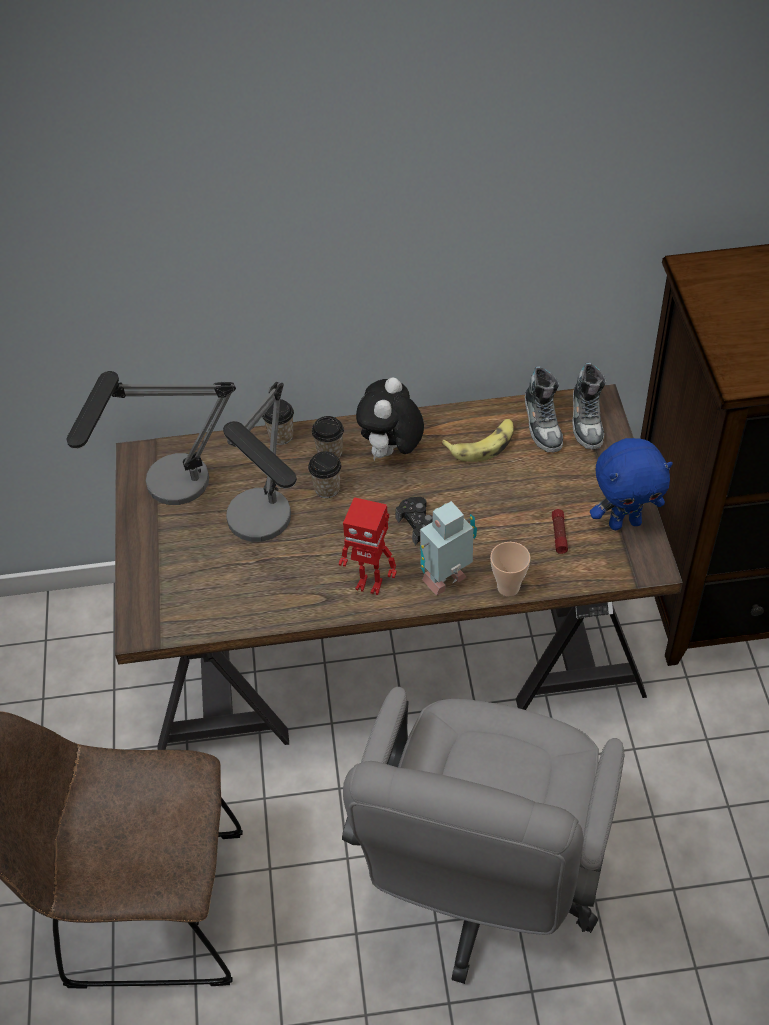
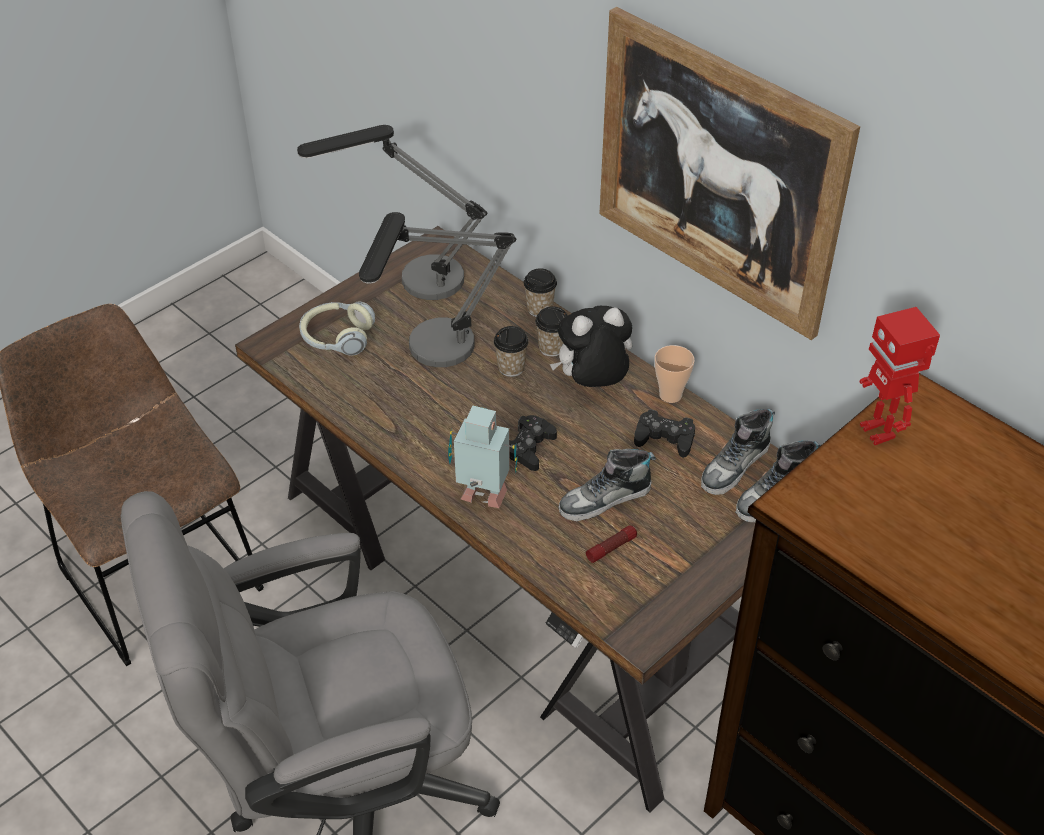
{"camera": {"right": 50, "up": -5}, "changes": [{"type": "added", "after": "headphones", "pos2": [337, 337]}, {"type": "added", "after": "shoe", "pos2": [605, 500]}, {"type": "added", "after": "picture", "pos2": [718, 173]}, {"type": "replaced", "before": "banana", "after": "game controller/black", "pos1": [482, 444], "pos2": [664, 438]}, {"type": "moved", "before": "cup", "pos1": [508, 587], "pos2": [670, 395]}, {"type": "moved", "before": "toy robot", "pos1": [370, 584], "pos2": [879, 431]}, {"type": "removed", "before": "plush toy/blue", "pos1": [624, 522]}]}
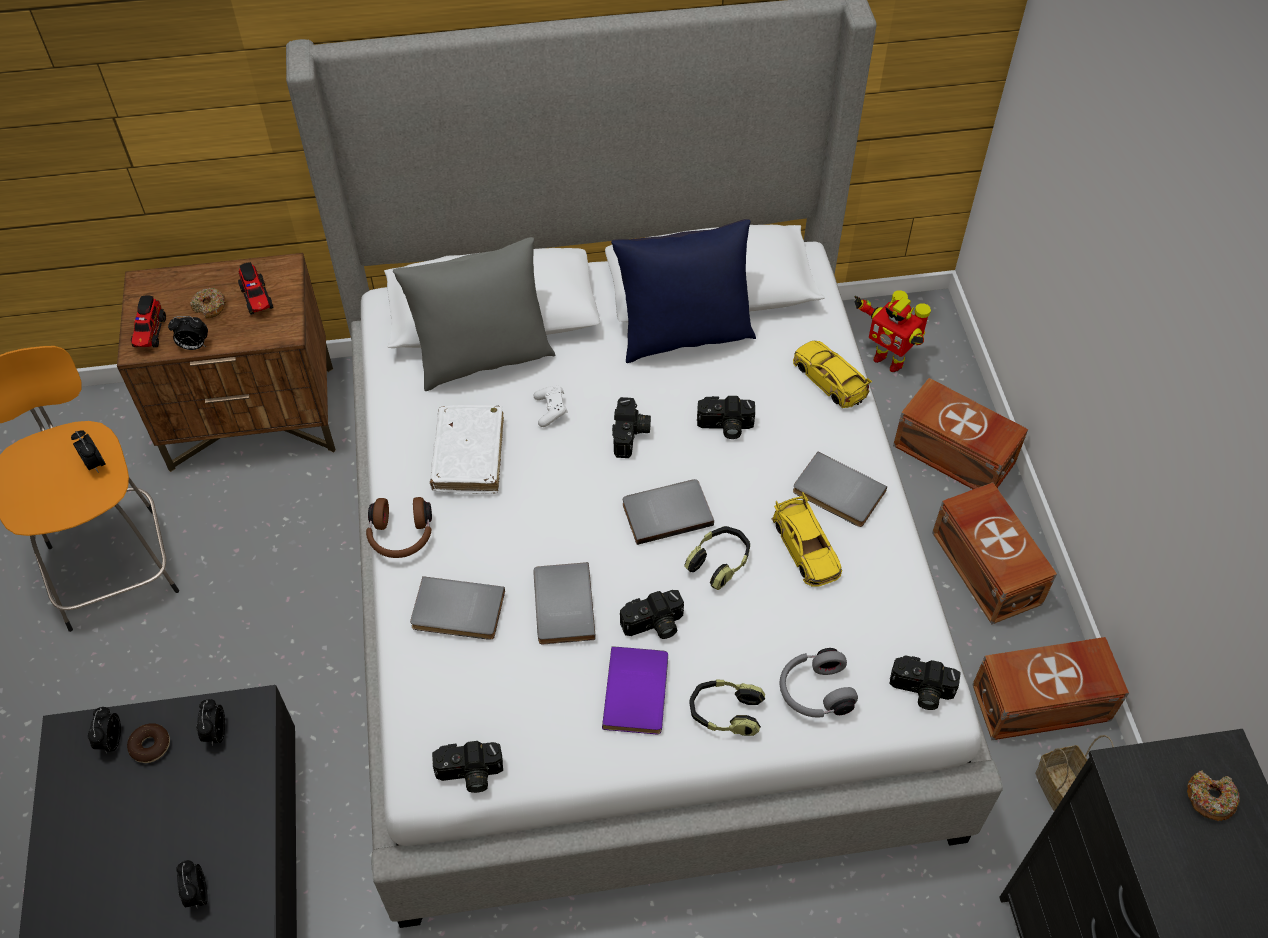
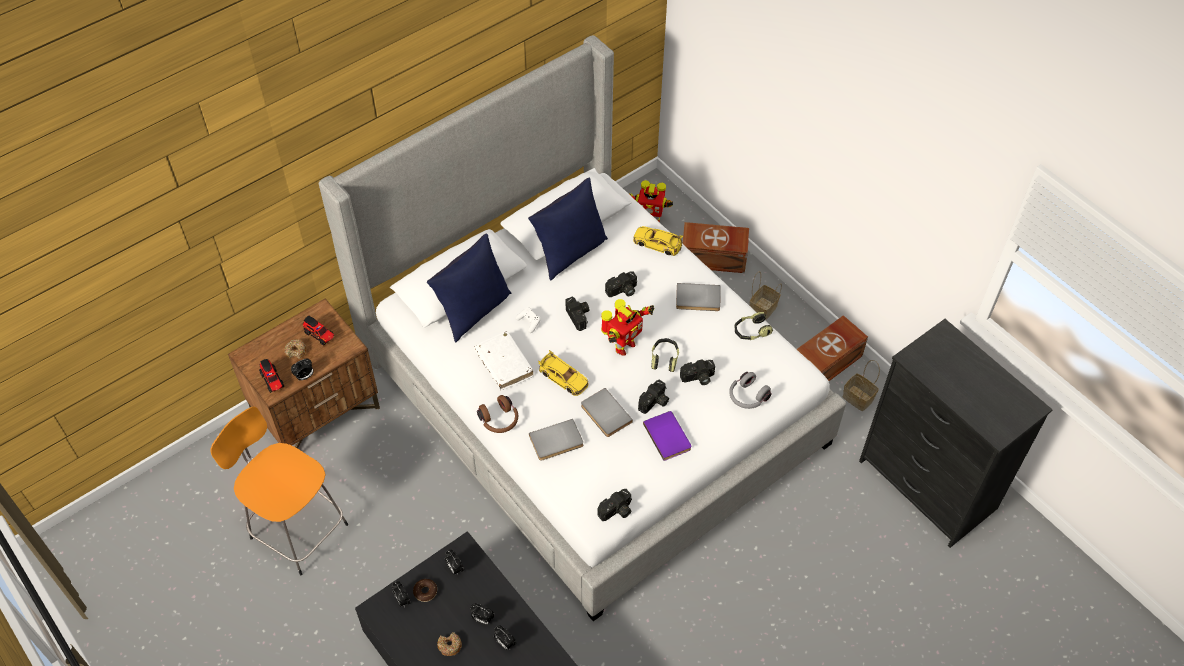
{"camera": {"right": -30, "up": 0}, "changes": [{"type": "recoloured", "before": "pillow/grey", "after": "pillow/blue", "pos1": [483, 358], "pos2": [473, 311]}, {"type": "moved", "before": "donut", "pos1": [1209, 799], "pos2": [449, 646]}, {"type": "moved", "before": "alarm clock", "pos1": [94, 464], "pos2": [482, 619]}, {"type": "moved", "before": "toy car/yellow", "pos1": [806, 547], "pos2": [563, 377]}, {"type": "replaced", "before": "book/grey", "after": "toy robot", "pos1": [666, 511], "pos2": [623, 346]}, {"type": "moved", "before": "photo camera", "pos1": [921, 691], "pos2": [698, 378]}, {"type": "moved", "before": "headphones", "pos1": [725, 713], "pos2": [751, 331]}, {"type": "replaced", "before": "storage box/brown", "after": "basket", "pos1": [986, 566], "pos2": [763, 308]}]}
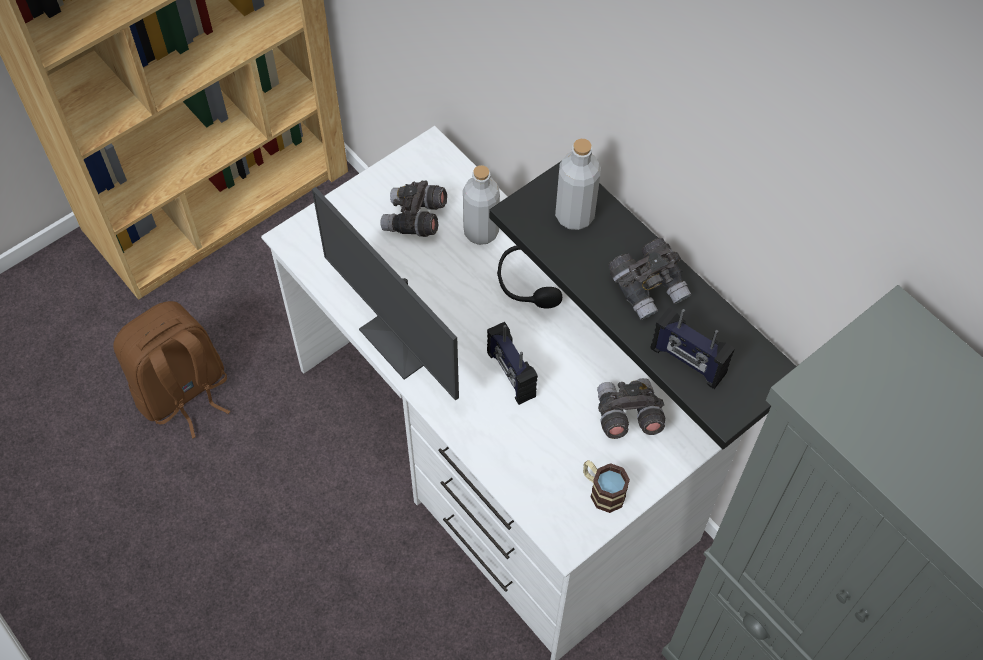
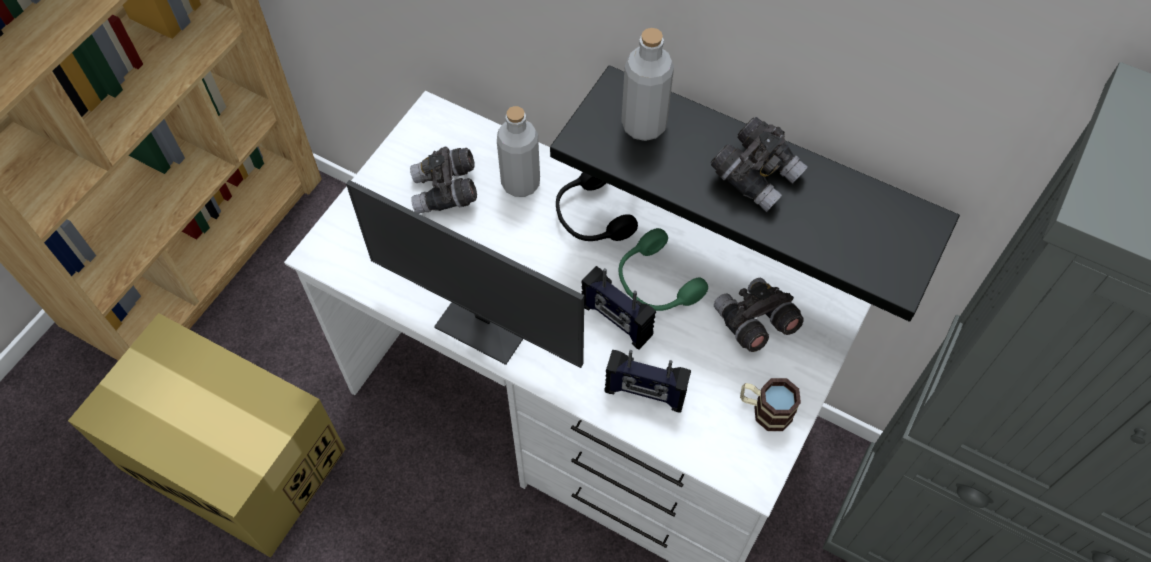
{"camera": {"right": -20, "up": 0}, "changes": [{"type": "replaced", "before": "backpack/brown", "after": "cardboard box", "pos1": [183, 393], "pos2": [233, 459]}, {"type": "moved", "before": "radio", "pos1": [687, 362], "pos2": [645, 393]}, {"type": "added", "after": "headphones/green", "pos2": [655, 283]}]}
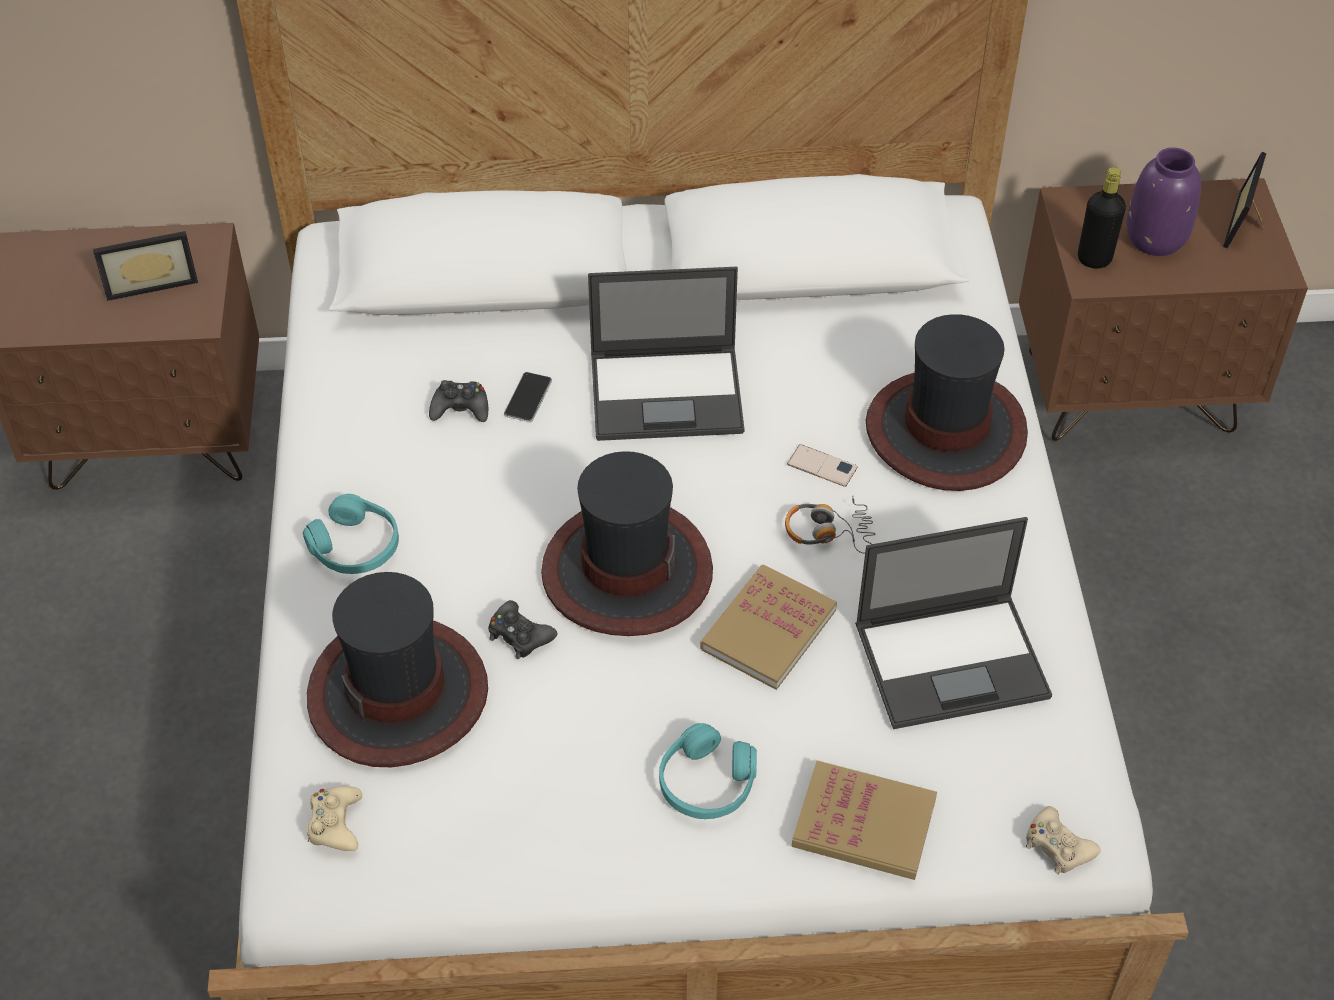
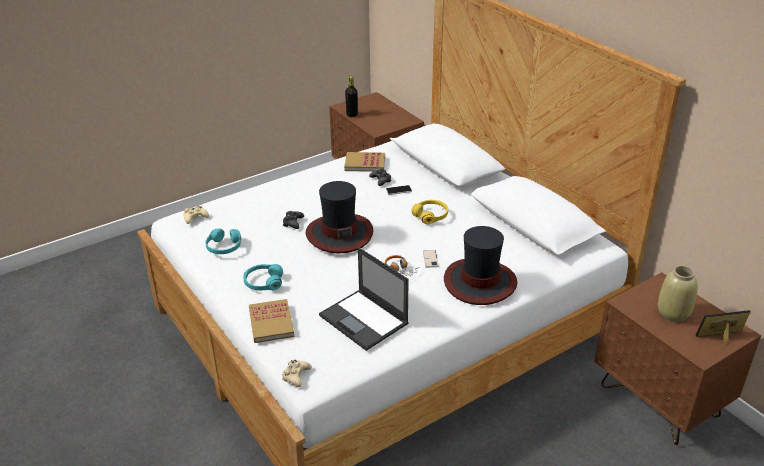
{"camera": {"right": 60, "up": -15}, "changes": [{"type": "moved", "before": "headphones/turquoise", "pos1": [355, 546], "pos2": [224, 247]}, {"type": "moved", "before": "book", "pos1": [768, 630], "pos2": [365, 163]}, {"type": "moved", "before": "bottle/black", "pos1": [1094, 259], "pos2": [352, 114]}, {"type": "replaced", "before": "laptop", "after": "headphones/yellow", "pos1": [668, 393], "pos2": [431, 215]}, {"type": "recoloured", "before": "vase/purple", "after": "vase/beige", "pos1": [1156, 239], "pos2": [673, 313]}, {"type": "removed", "before": "picture frame", "pos1": [151, 281]}, {"type": "removed", "before": "hat", "pos1": [398, 692]}]}
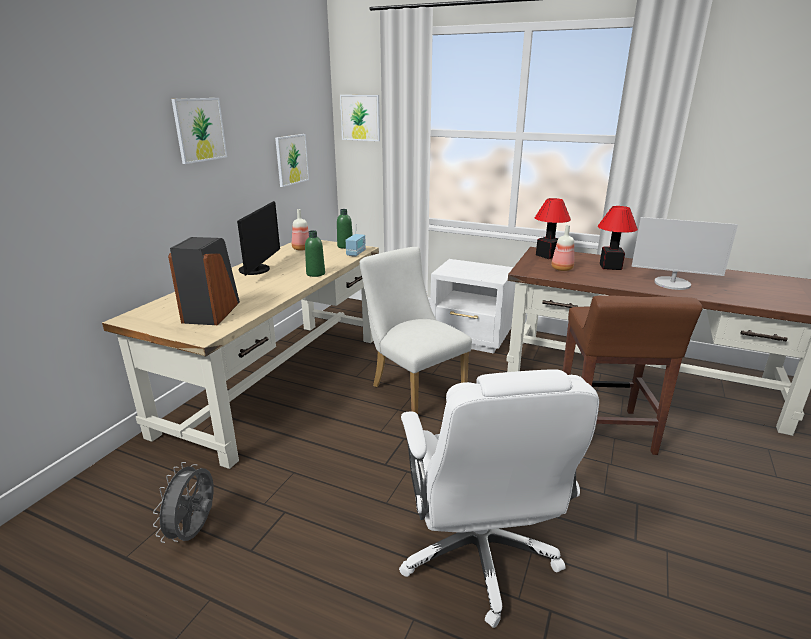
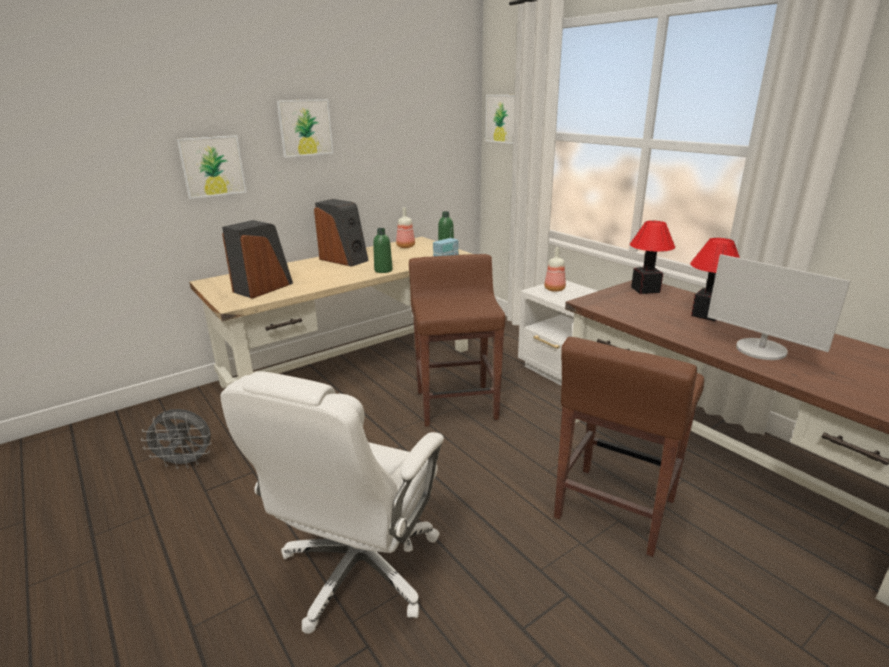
{"camera": {"right": 30, "up": 0}, "changes": [{"type": "turned", "before": "fan/grey", "pos1": [195, 532], "pos2": [186, 462], "turn": -135}, {"type": "moved", "before": "picture", "pos1": [291, 159], "pos2": [212, 166]}, {"type": "replaced", "before": "monitor", "after": "speaker", "pos1": [258, 270], "pos2": [344, 259]}, {"type": "replaced", "before": "chair/white", "after": "stool/brown", "pos1": [413, 388], "pos2": [456, 404]}, {"type": "moved", "before": "bottle", "pos1": [561, 269], "pos2": [554, 289]}]}
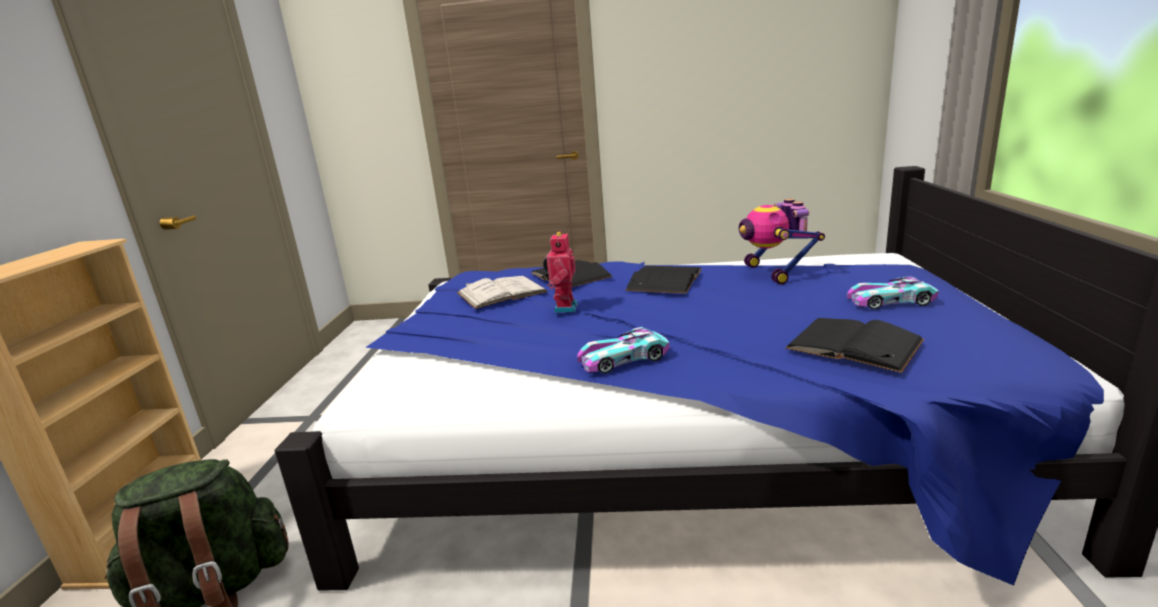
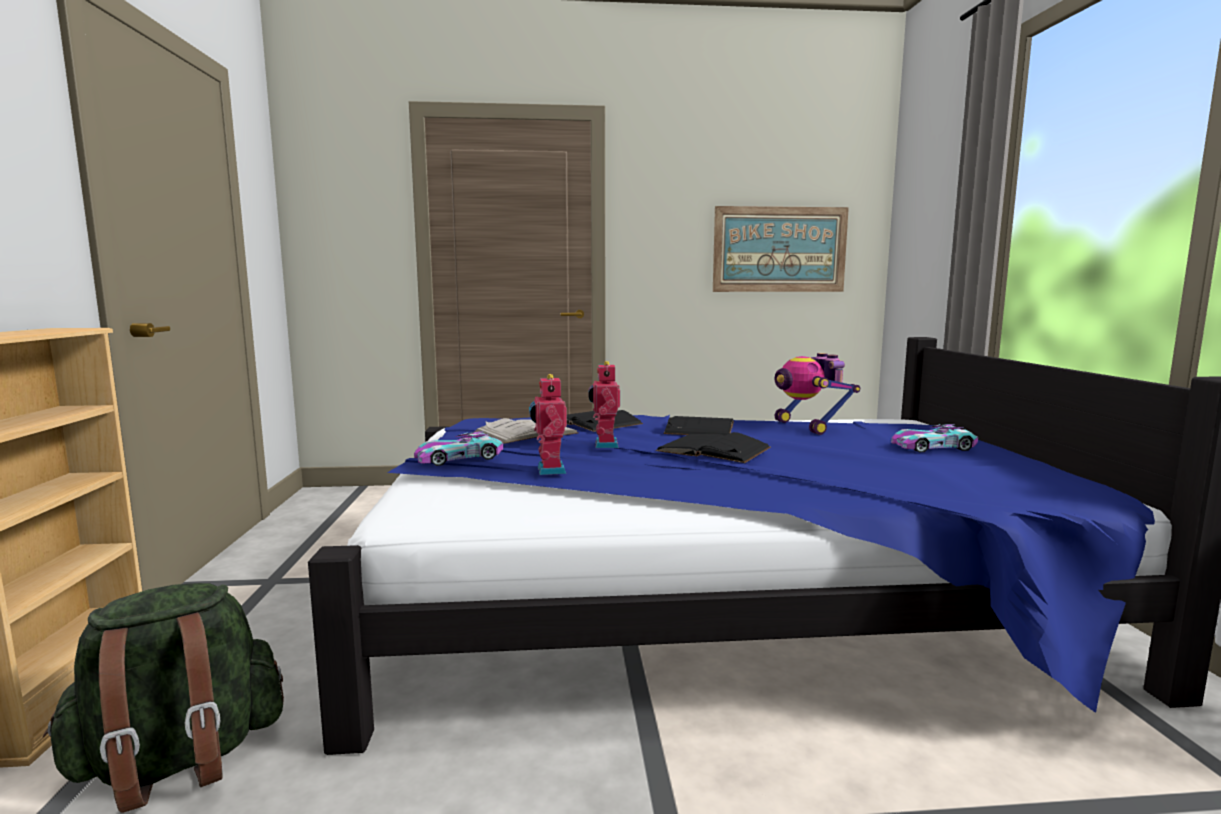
{"camera": {"right": -10, "up": -10}, "changes": [{"type": "moved", "before": "toy car", "pos1": [623, 359], "pos2": [459, 458]}, {"type": "added", "after": "toy robot", "pos2": [548, 470]}, {"type": "moved", "before": "book/black", "pos1": [854, 344], "pos2": [713, 449]}, {"type": "added", "after": "picture", "pos2": [779, 249]}]}
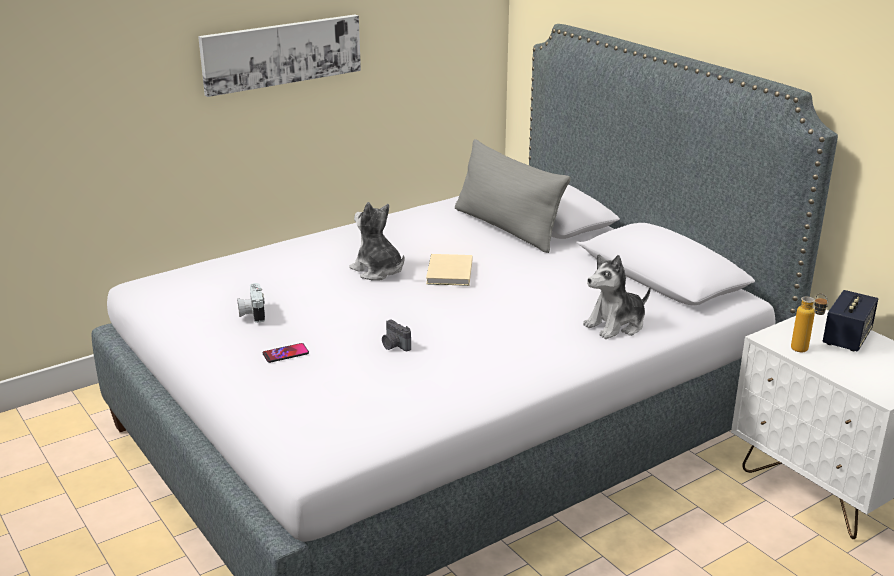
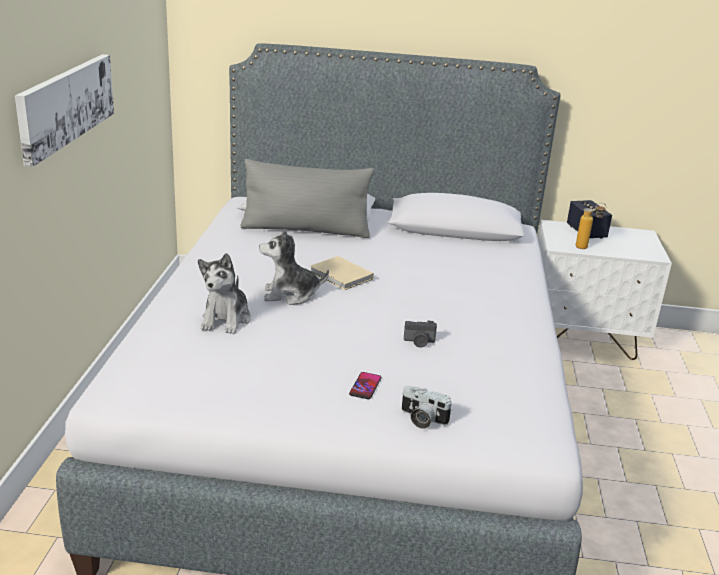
{"camera": {"right": -50, "up": 0}, "changes": [{"type": "moved", "before": "plush toy", "pos1": [616, 325], "pos2": [226, 319]}, {"type": "moved", "before": "photo camera", "pos1": [252, 313], "pos2": [422, 419]}]}
